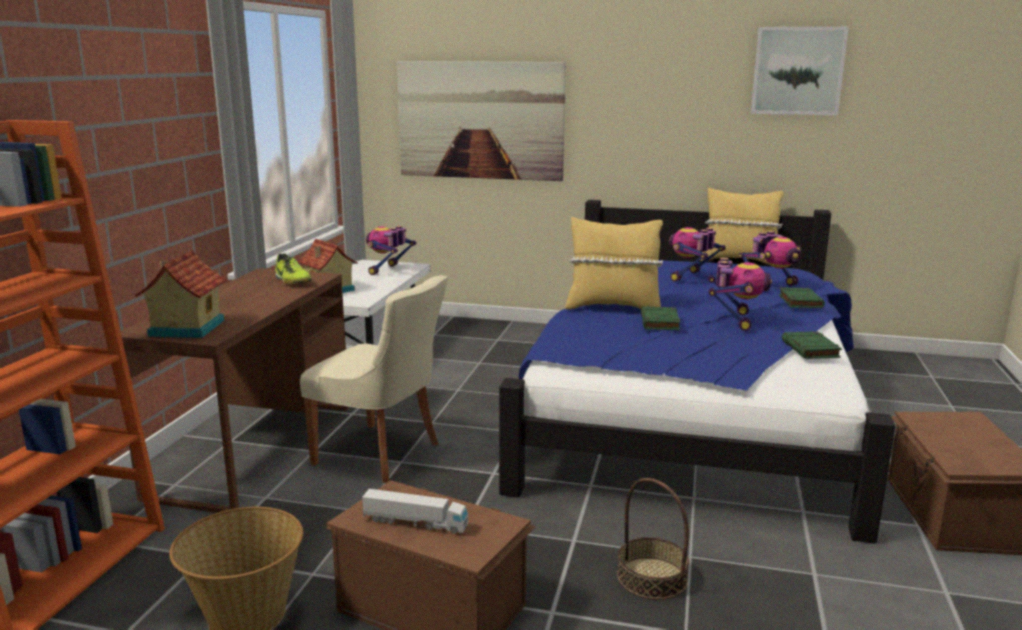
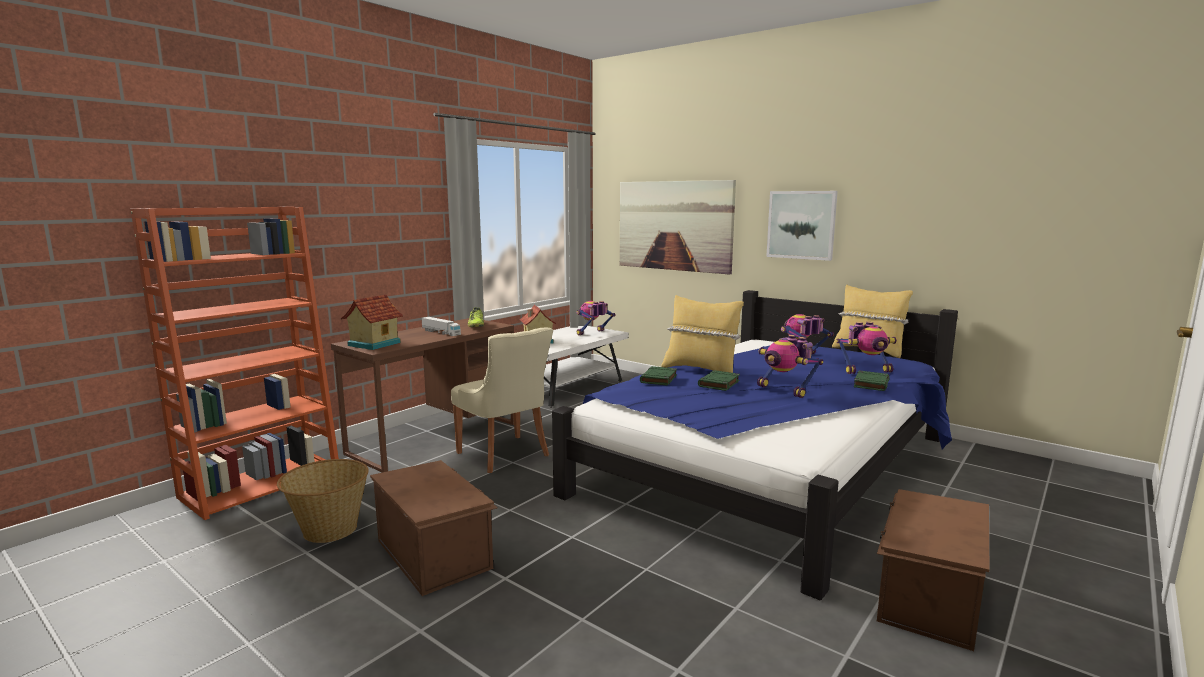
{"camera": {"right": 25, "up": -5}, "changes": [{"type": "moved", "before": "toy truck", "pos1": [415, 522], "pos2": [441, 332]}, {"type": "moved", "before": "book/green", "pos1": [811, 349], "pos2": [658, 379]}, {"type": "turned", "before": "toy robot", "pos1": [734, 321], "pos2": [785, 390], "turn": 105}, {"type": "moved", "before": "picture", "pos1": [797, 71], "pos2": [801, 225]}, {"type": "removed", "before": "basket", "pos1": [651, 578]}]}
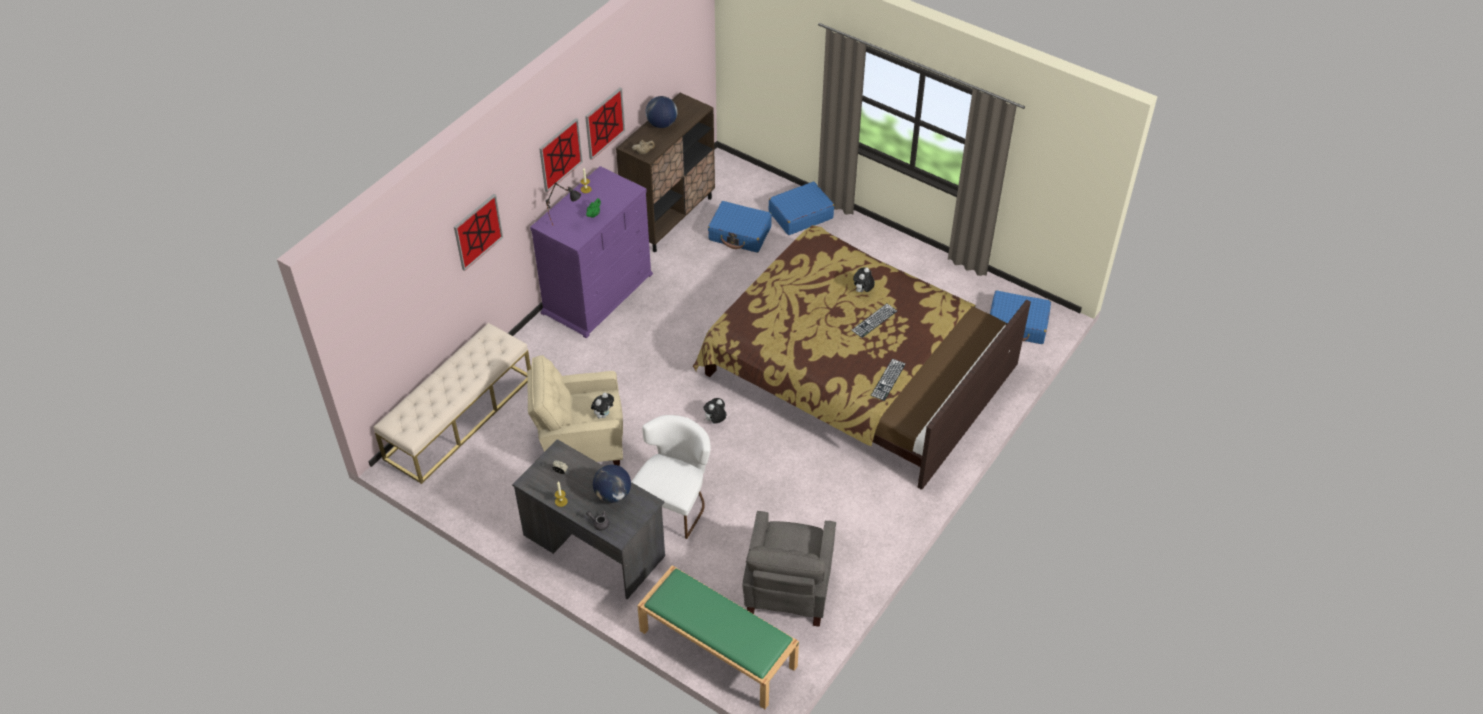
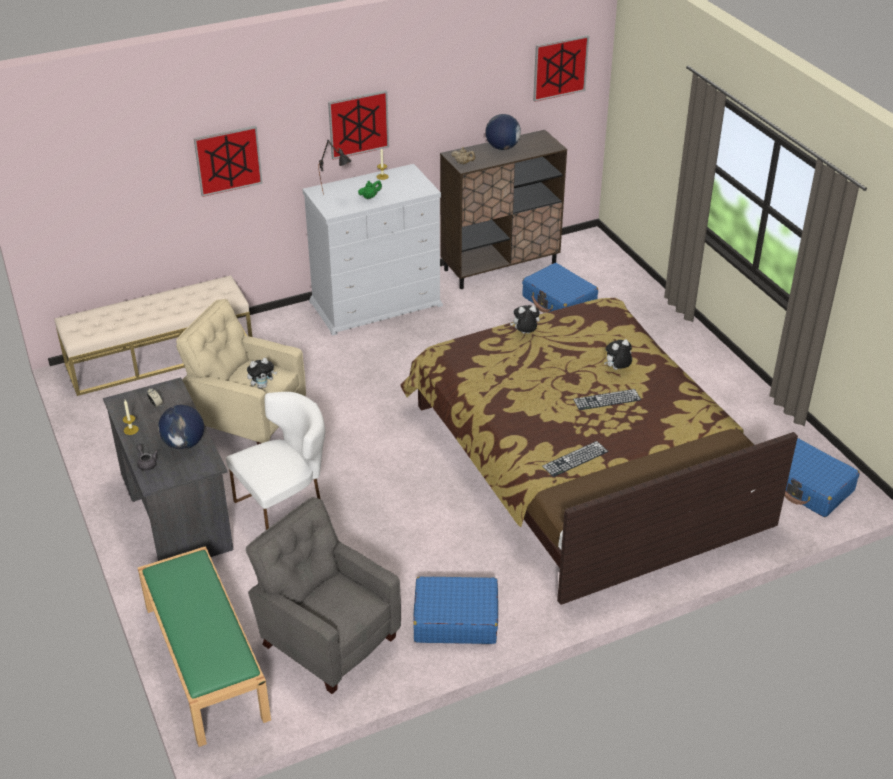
{"camera": {"right": 30, "up": -10}, "changes": [{"type": "turned", "before": "armchair/grey", "pos1": [787, 590], "pos2": [327, 639], "turn": 90}, {"type": "recoloured", "before": "dresser/purple", "after": "dresser/white", "pos1": [597, 293], "pos2": [376, 303]}, {"type": "moved", "before": "suitcase/blue", "pos1": [800, 215], "pos2": [455, 619]}, {"type": "moved", "before": "plush toy", "pos1": [715, 421], "pos2": [525, 333]}, {"type": "moved", "before": "picture", "pos1": [604, 123], "pos2": [560, 67]}]}
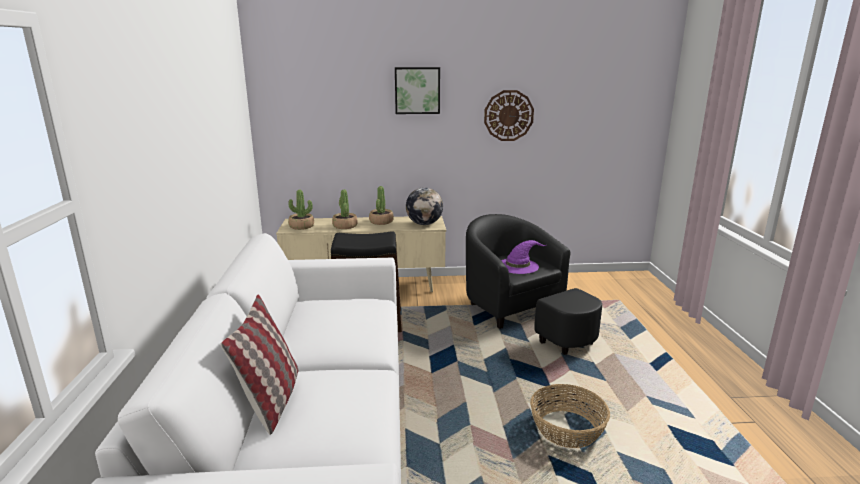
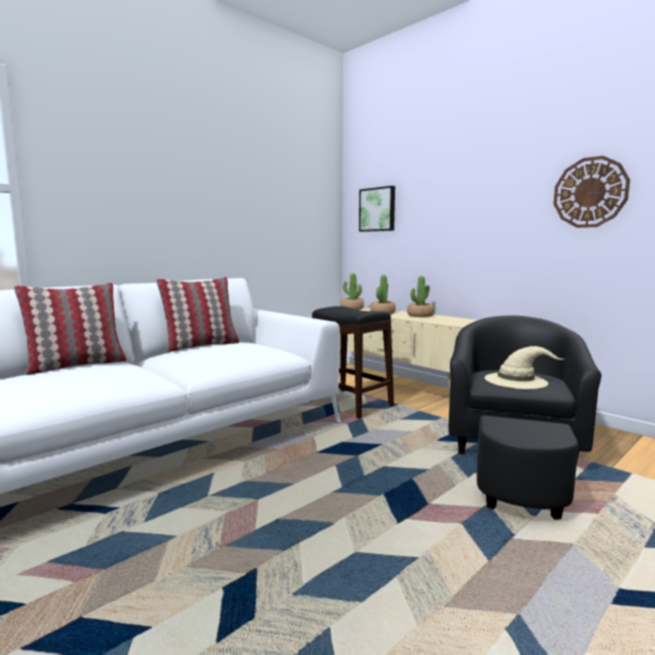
{"camera": {"right": 50, "up": -10}, "changes": [{"type": "added", "after": "pillow", "pos2": [201, 345]}, {"type": "moved", "before": "picture", "pos1": [417, 90], "pos2": [378, 209]}, {"type": "recoloured", "before": "hat/purple", "after": "hat/beige", "pos1": [518, 265], "pos2": [516, 380]}, {"type": "removed", "before": "globe", "pos1": [424, 224]}, {"type": "removed", "before": "basket", "pos1": [567, 429]}]}
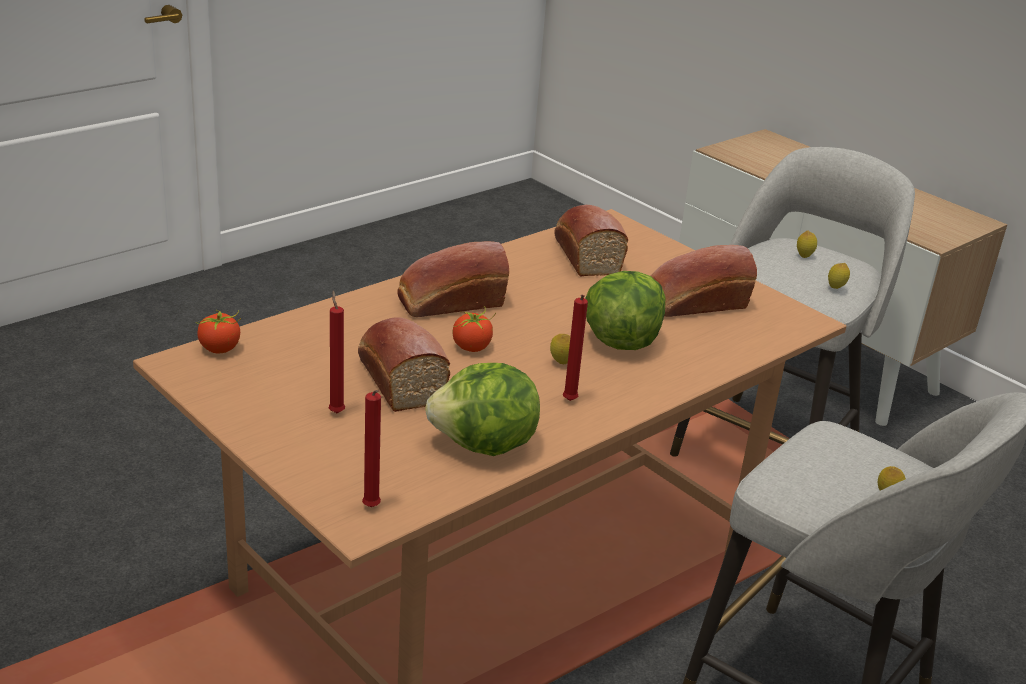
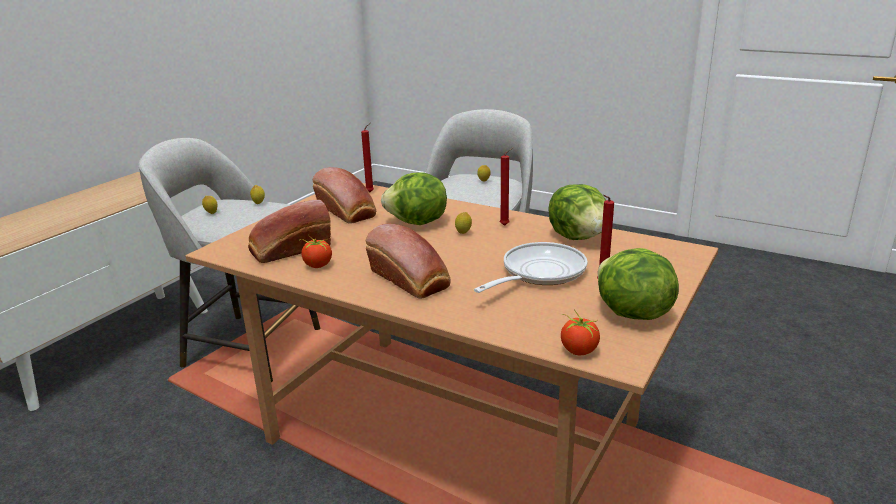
{"camera": {"right": -105, "up": -5}, "changes": [{"type": "moved", "before": "tomato", "pos1": [472, 347], "pos2": [317, 265]}, {"type": "moved", "before": "candle/red", "pos1": [371, 509], "pos2": [371, 192]}, {"type": "replaced", "before": "bread", "after": "frying pan", "pos1": [399, 379], "pos2": [538, 273]}, {"type": "added", "after": "lettuce", "pos2": [631, 313]}]}
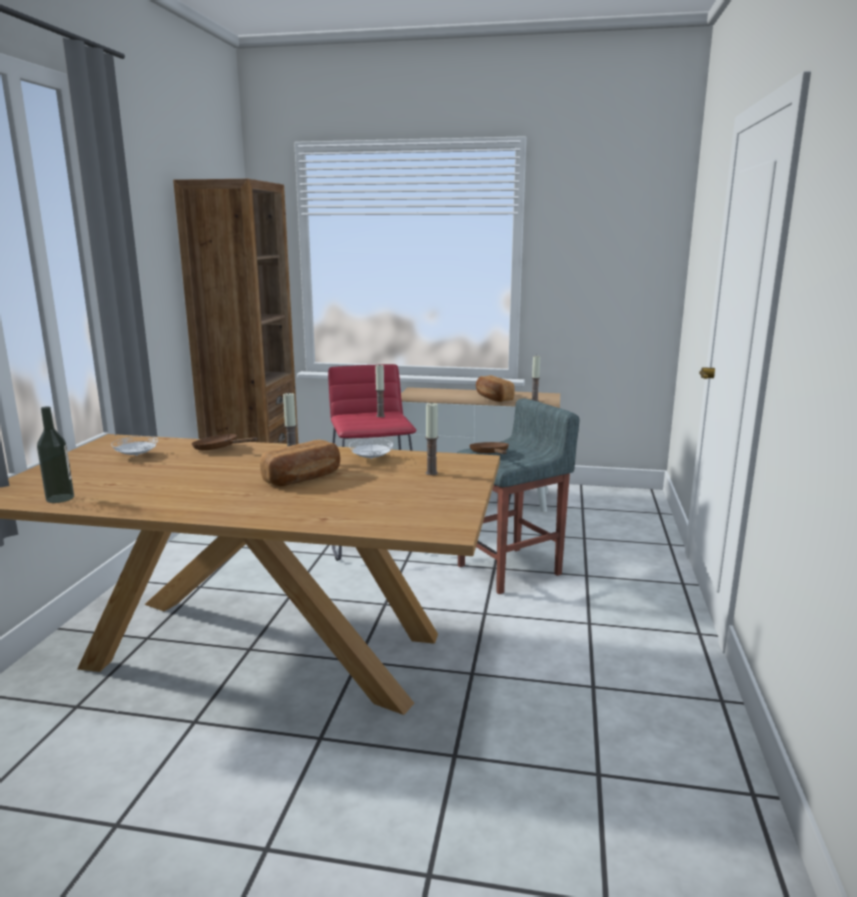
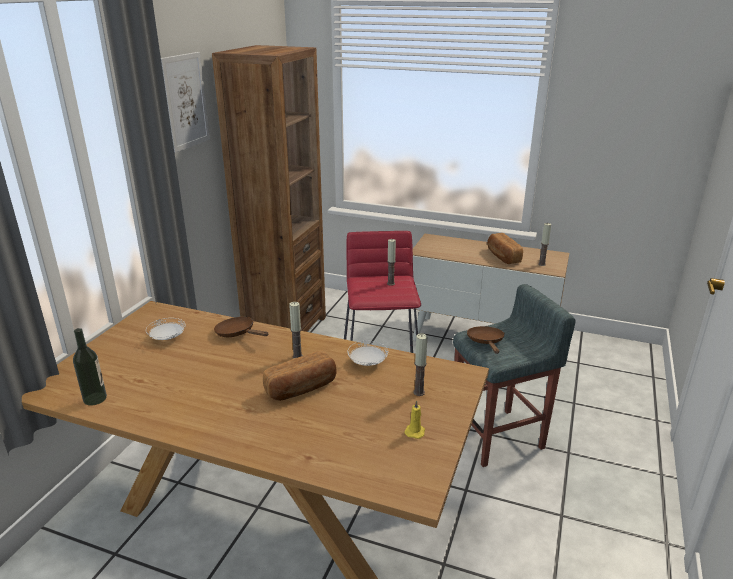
{"camera": {"right": 10, "up": 10}, "changes": [{"type": "added", "after": "picture", "pos2": [185, 101]}, {"type": "added", "after": "candle/yellow", "pos2": [415, 431]}]}
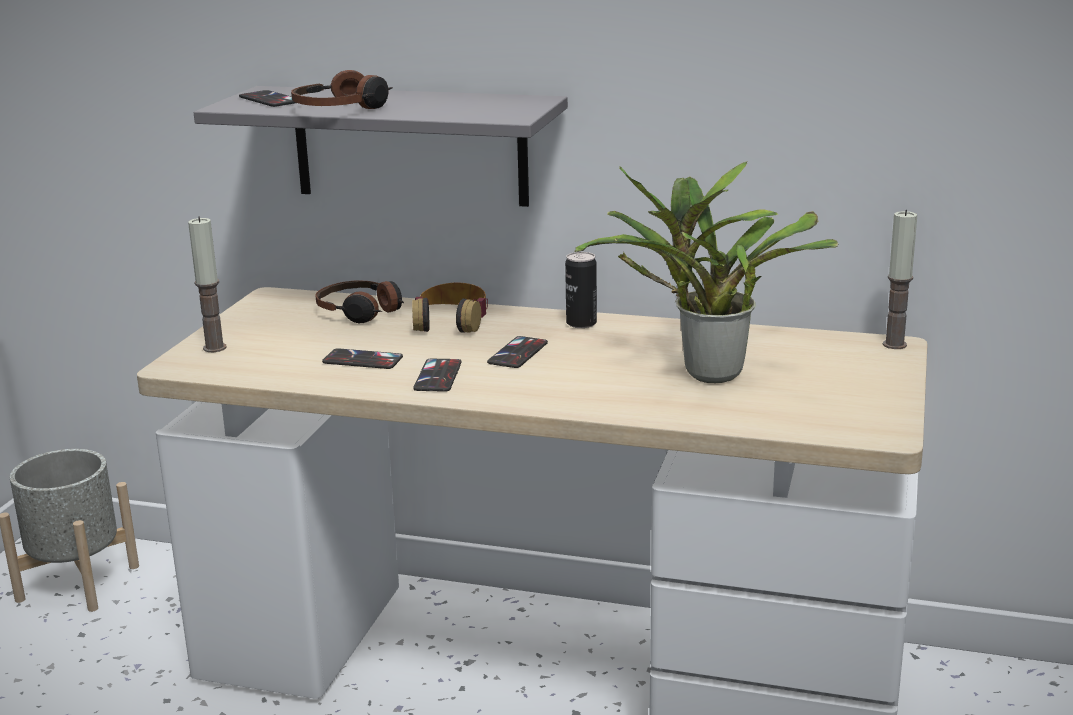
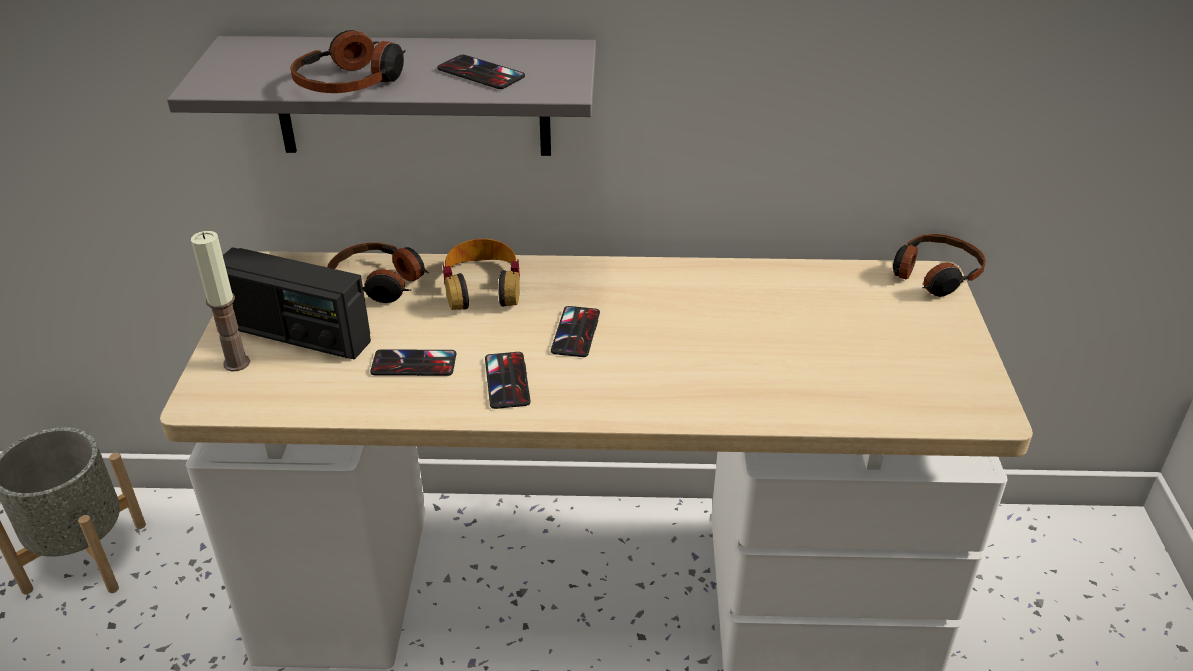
{"camera": {"right": -15, "up": 15}, "changes": [{"type": "added", "after": "radio", "pos2": [299, 335]}, {"type": "moved", "before": "phone", "pos1": [270, 100], "pos2": [480, 73]}, {"type": "replaced", "before": "candle", "after": "headphones", "pos1": [894, 344], "pos2": [934, 276]}, {"type": "removed", "before": "can", "pos1": [581, 323]}, {"type": "removed", "before": "potted plant", "pos1": [704, 373]}]}
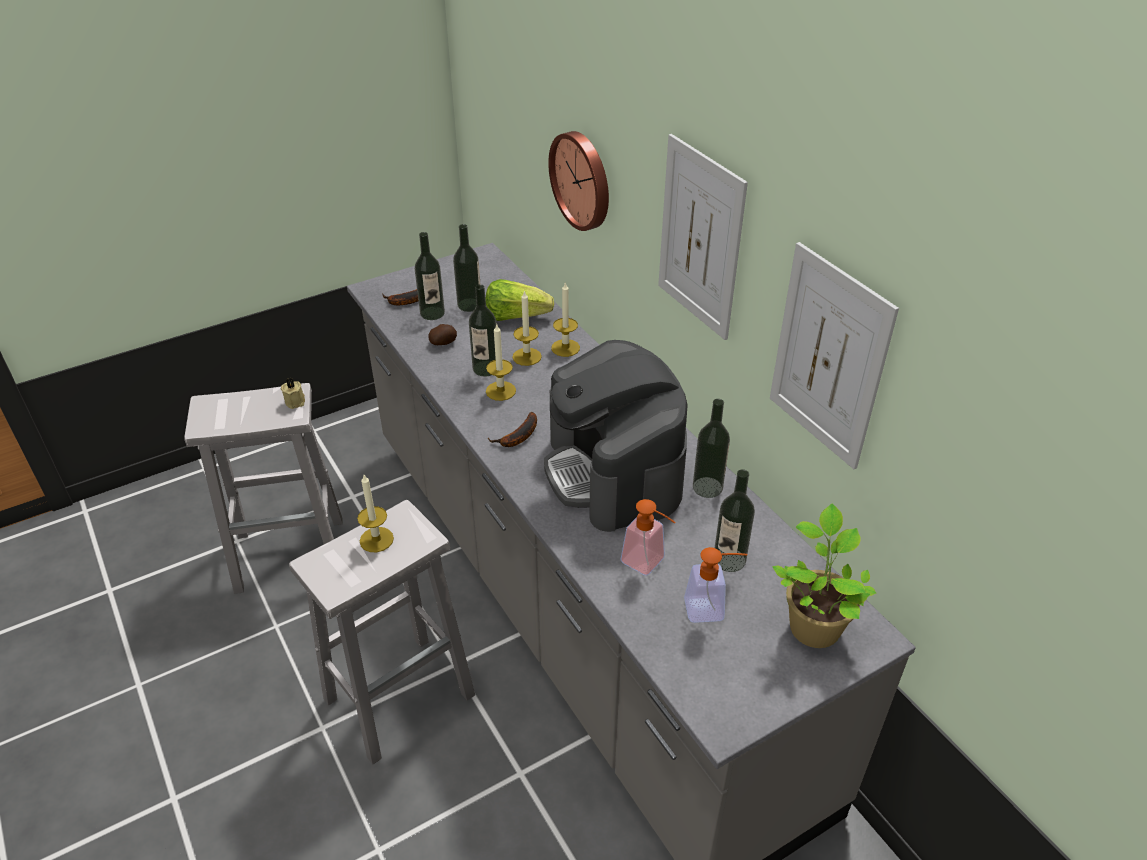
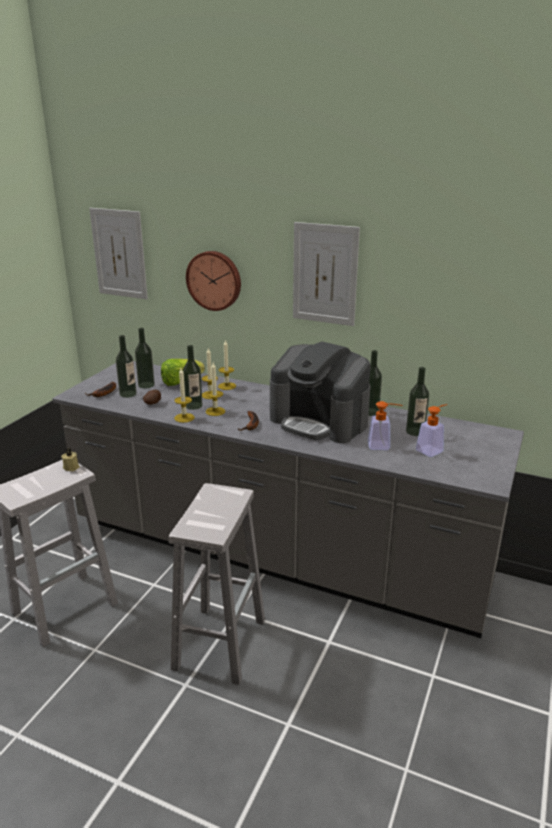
{"camera": {"right": -35, "up": -15}, "changes": [{"type": "moved", "before": "picture", "pos1": [828, 357], "pos2": [119, 253]}, {"type": "moved", "before": "candle", "pos1": [376, 539], "pos2": [184, 418]}, {"type": "removed", "before": "potted plant", "pos1": [814, 625]}]}
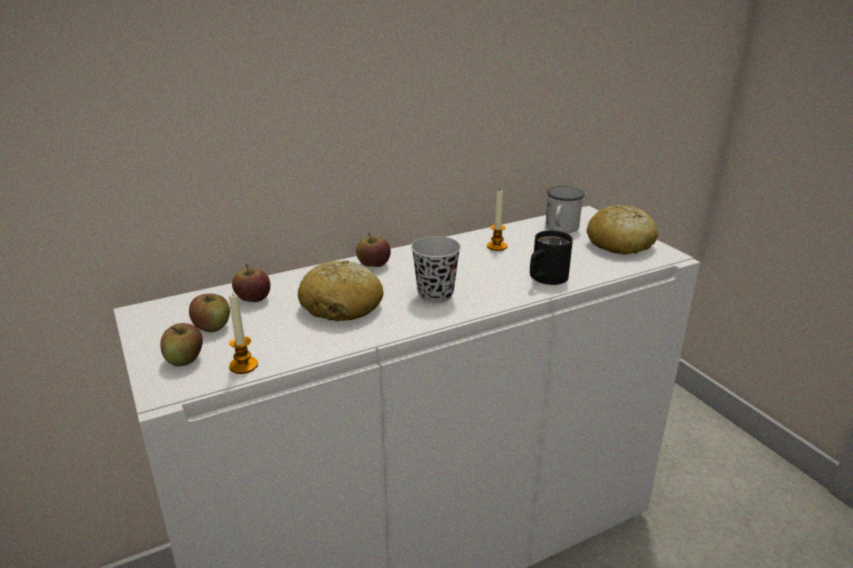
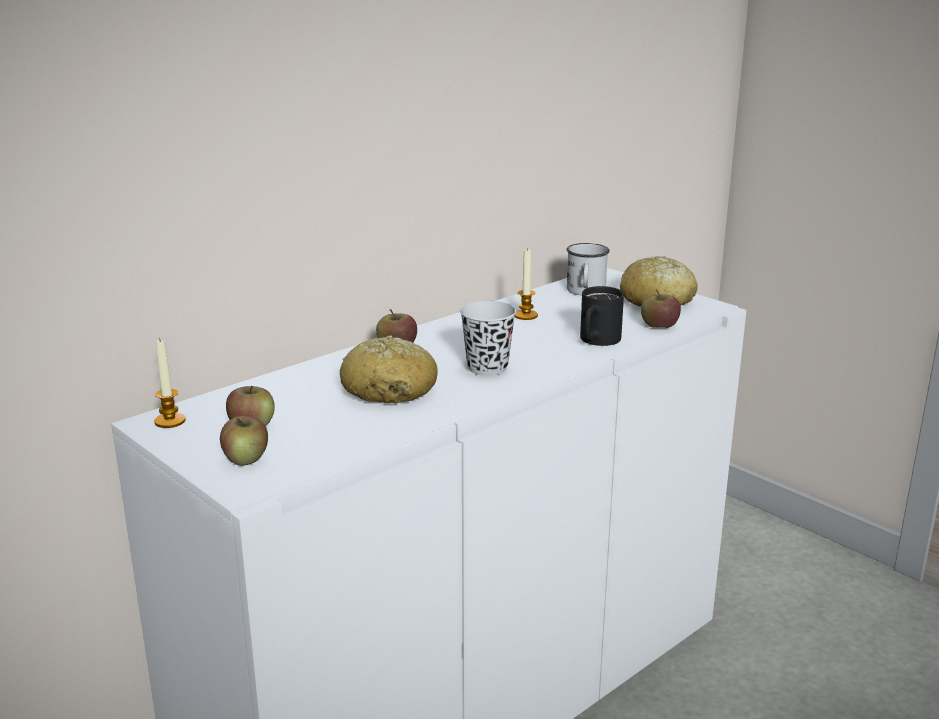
{"camera": {"right": -15, "up": -5}, "changes": [{"type": "moved", "before": "candle", "pos1": [243, 366], "pos2": [170, 421]}, {"type": "moved", "before": "apple", "pos1": [253, 299], "pos2": [659, 326]}]}
